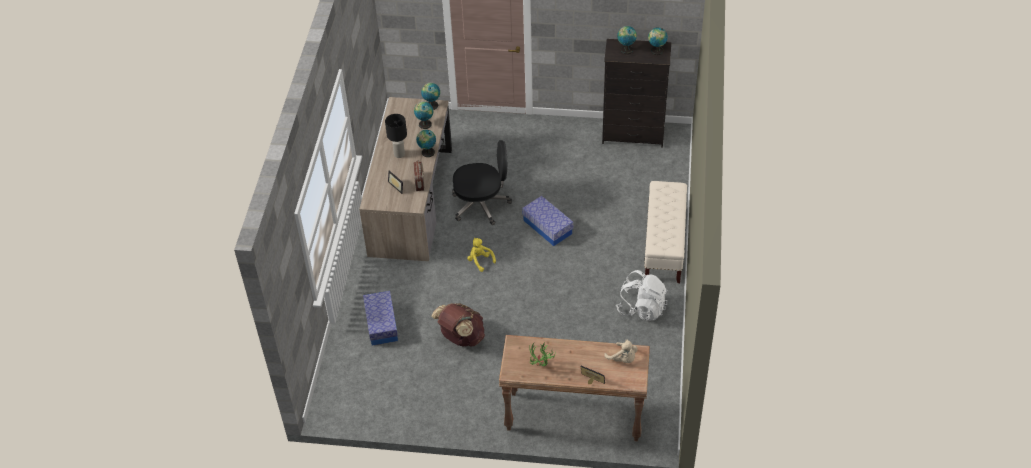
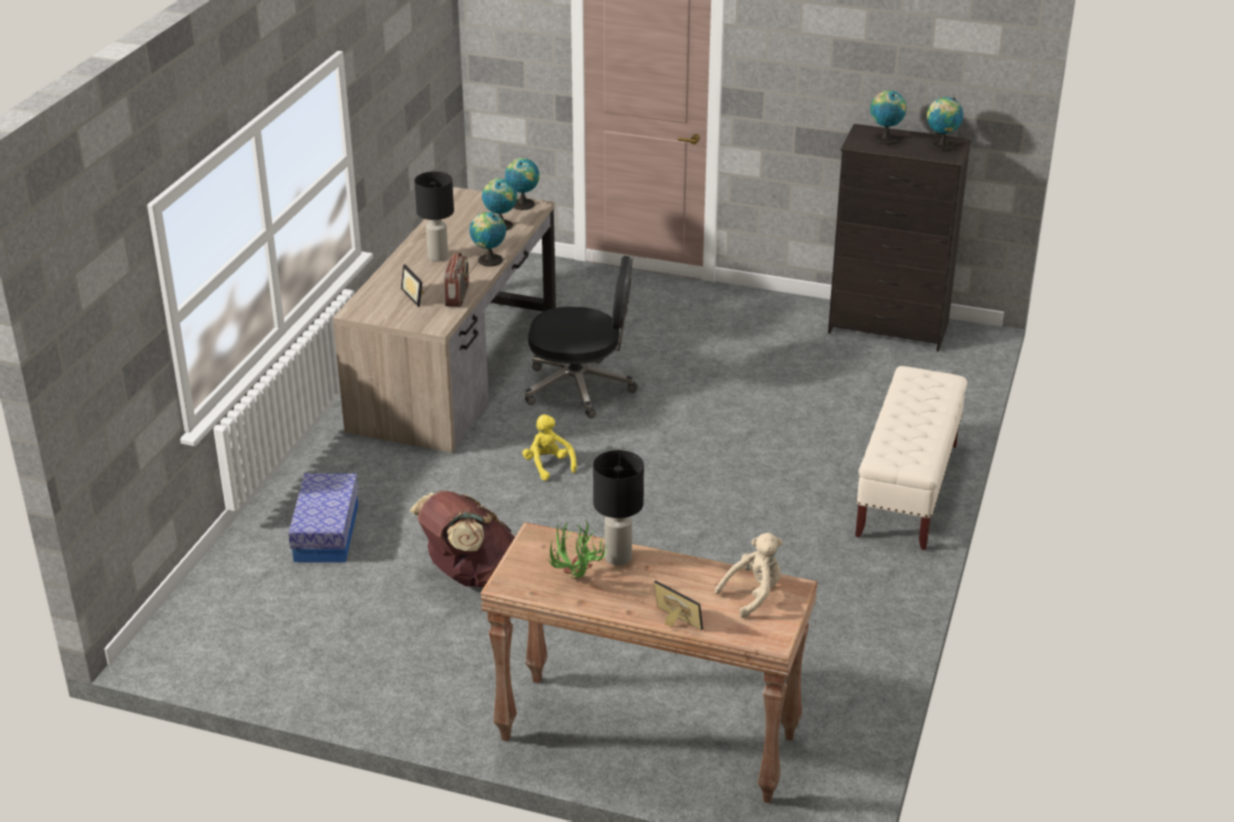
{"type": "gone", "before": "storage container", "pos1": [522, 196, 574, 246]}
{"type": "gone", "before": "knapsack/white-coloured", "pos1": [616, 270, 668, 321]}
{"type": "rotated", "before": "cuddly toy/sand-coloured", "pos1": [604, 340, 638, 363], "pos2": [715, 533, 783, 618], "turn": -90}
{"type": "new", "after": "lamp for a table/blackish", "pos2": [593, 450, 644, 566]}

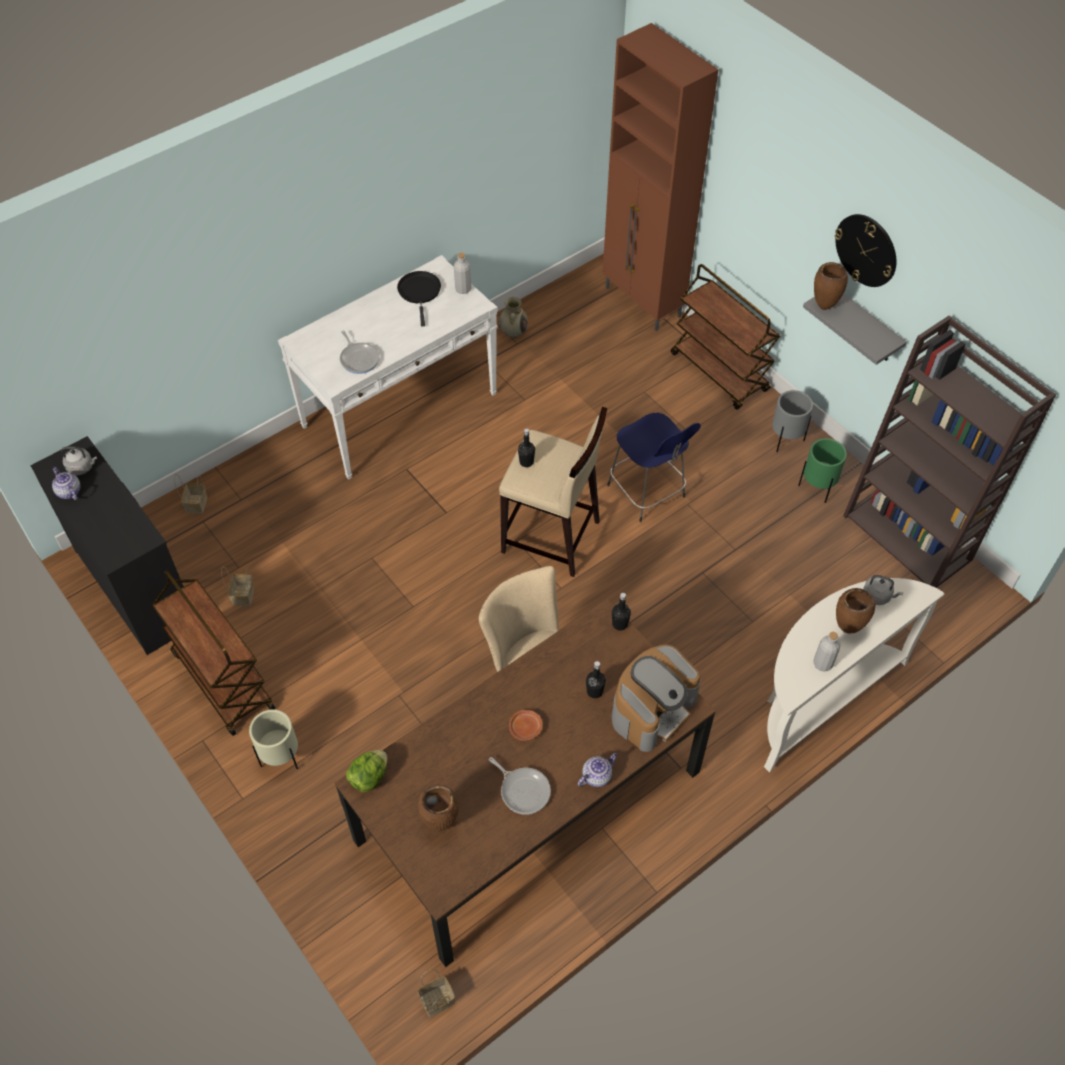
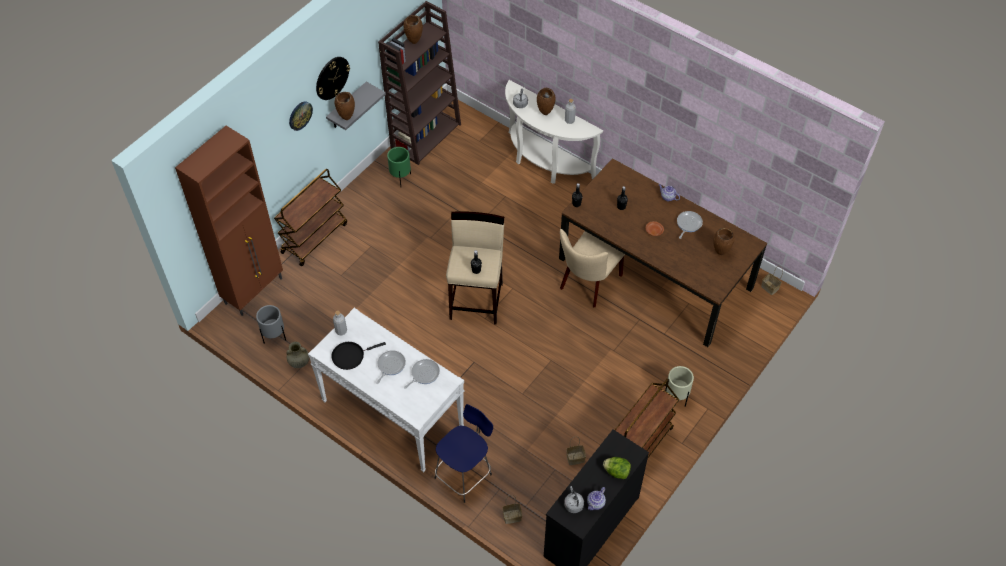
{"type": "shifted", "before": "planter/greyish", "pos1": [772, 390, 813, 452], "pos2": [256, 305, 286, 344]}
{"type": "shifted", "before": "stool seat/blue", "pos1": [607, 413, 701, 522], "pos2": [435, 404, 493, 503]}
{"type": "gone", "before": "coffee machine", "pos1": [612, 644, 701, 752]}
{"type": "shifted", "before": "head of lettuce", "pos1": [346, 750, 388, 792], "pos2": [603, 457, 631, 479]}
{"type": "new", "after": "decorative vase/brown", "pos2": [403, 15, 423, 44]}
{"type": "new", "after": "hanging clock", "pos2": [289, 101, 313, 131]}
{"type": "new", "after": "pan", "pos2": [376, 350, 406, 384]}

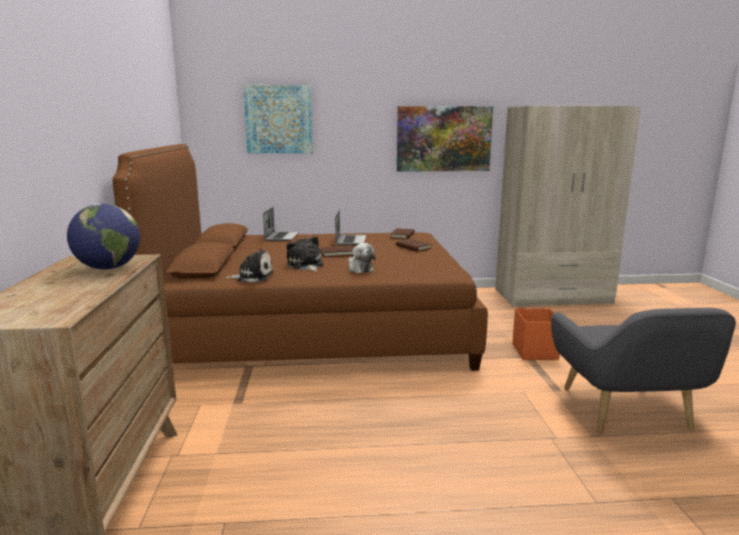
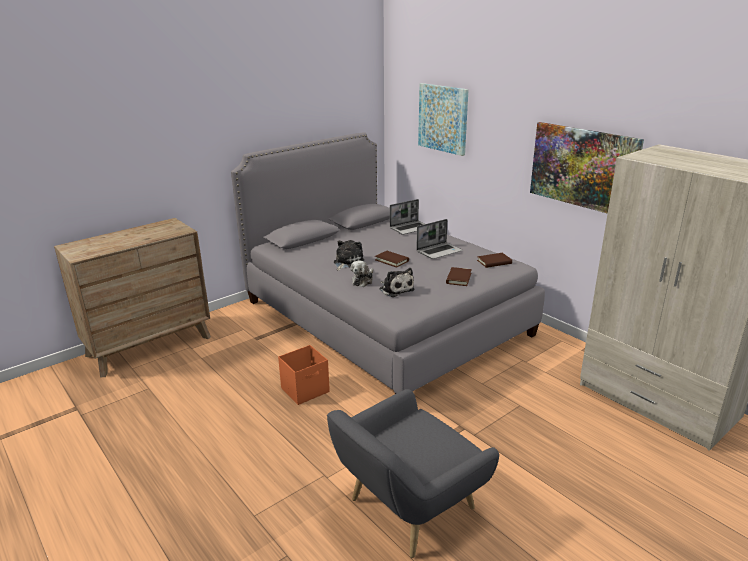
{"type": "repainted", "before": "sleeping bed/brown", "after": "sleeping bed/greyish", "pos1": [112, 144, 488, 371], "pos2": [231, 132, 545, 394]}
{"type": "gone", "before": "desk globe", "pos1": [67, 204, 140, 270]}
{"type": "shifted", "before": "cuddly toy", "pos1": [225, 249, 274, 283], "pos2": [380, 268, 415, 297]}
{"type": "shifted", "before": "storage container/orange-coloured", "pos1": [512, 308, 560, 360], "pos2": [278, 345, 330, 405]}

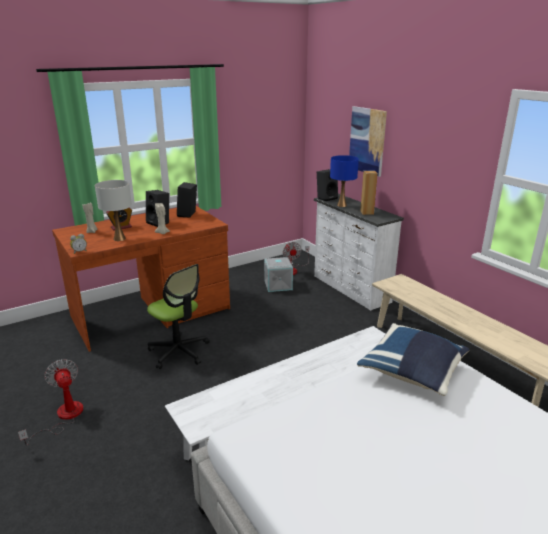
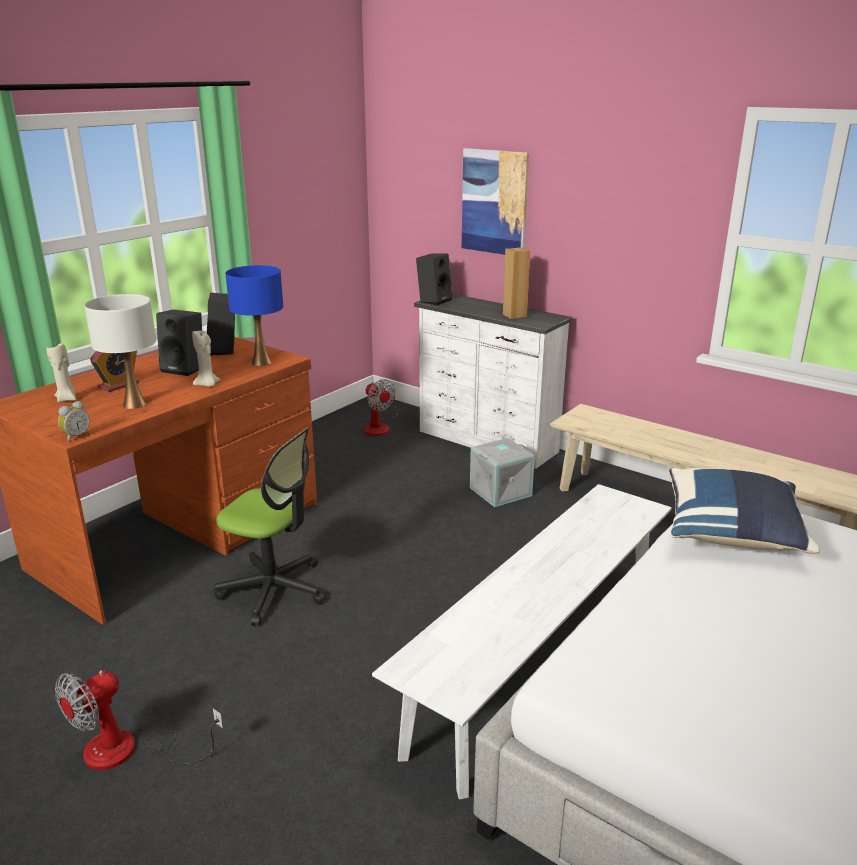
{"type": "shifted", "before": "lamp for a table/blue", "pos1": [330, 155, 359, 207], "pos2": [225, 265, 283, 366]}
{"type": "shifted", "before": "storage container/greyish", "pos1": [264, 257, 293, 292], "pos2": [470, 438, 535, 507]}
{"type": "rotated", "before": "fan", "pos1": [18, 359, 83, 446], "pos2": [55, 671, 223, 770], "turn": -90}

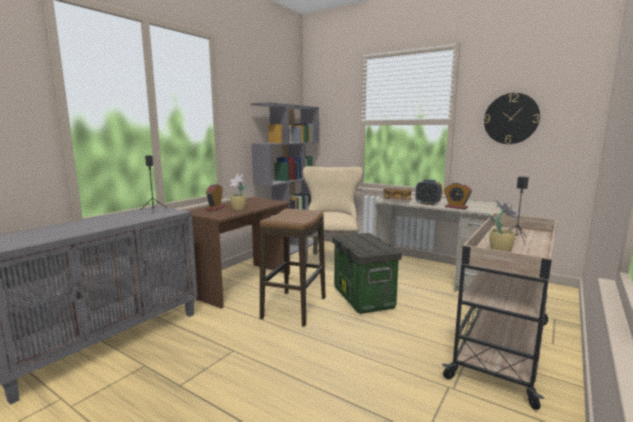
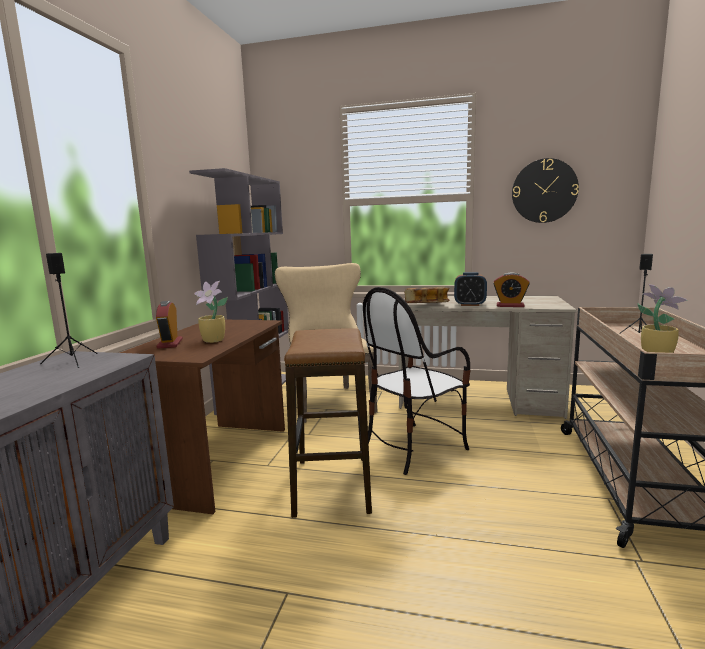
{"type": "swapped", "before": "storage container", "after": "plain chair", "pos1": [332, 233, 402, 314], "pos2": [363, 287, 471, 475]}

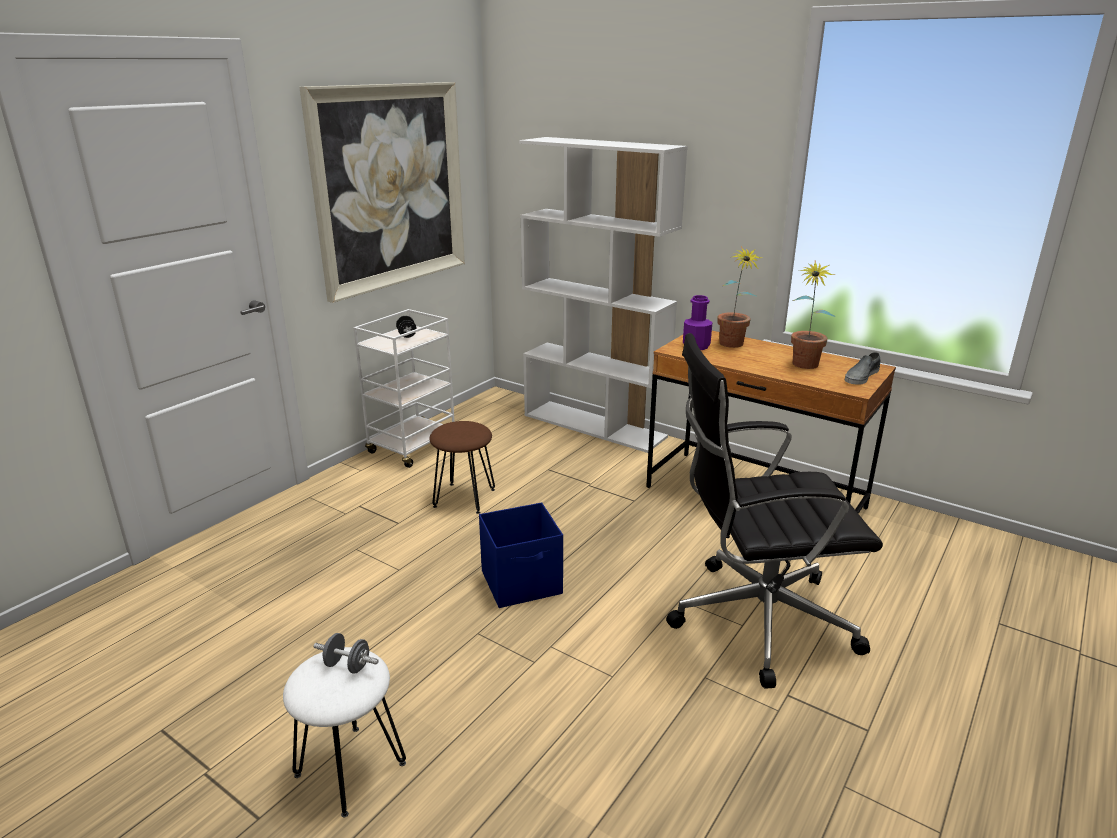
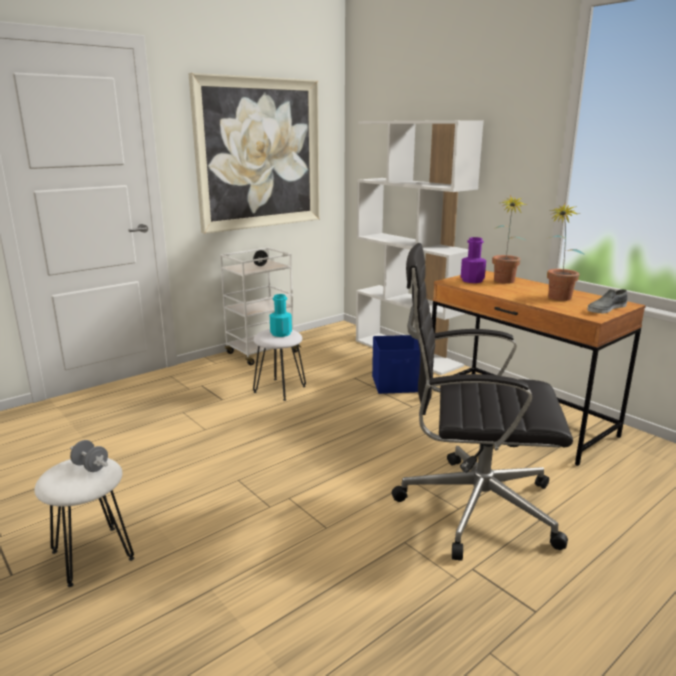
{"type": "repainted", "before": "stool seat/brown", "after": "stool seat/white-coloured", "pos1": [429, 421, 495, 514], "pos2": [253, 329, 306, 401]}
{"type": "shifted", "before": "storage container/blue", "pos1": [479, 502, 563, 608], "pos2": [372, 335, 420, 394]}
{"type": "new", "after": "bottle/turquoise-coloured", "pos2": [270, 294, 292, 337]}

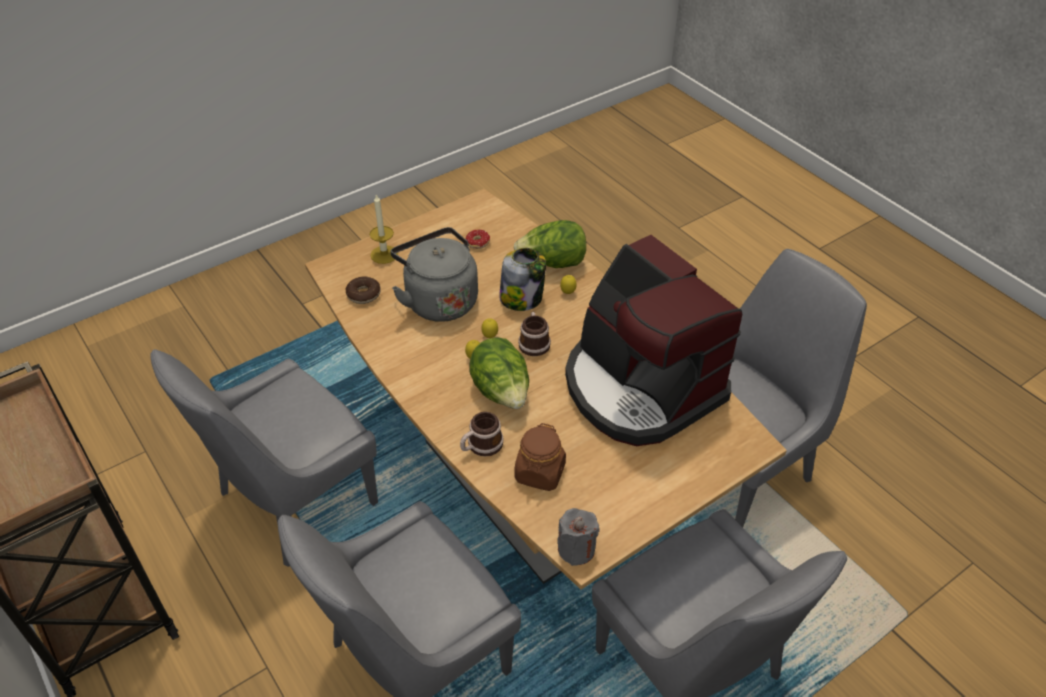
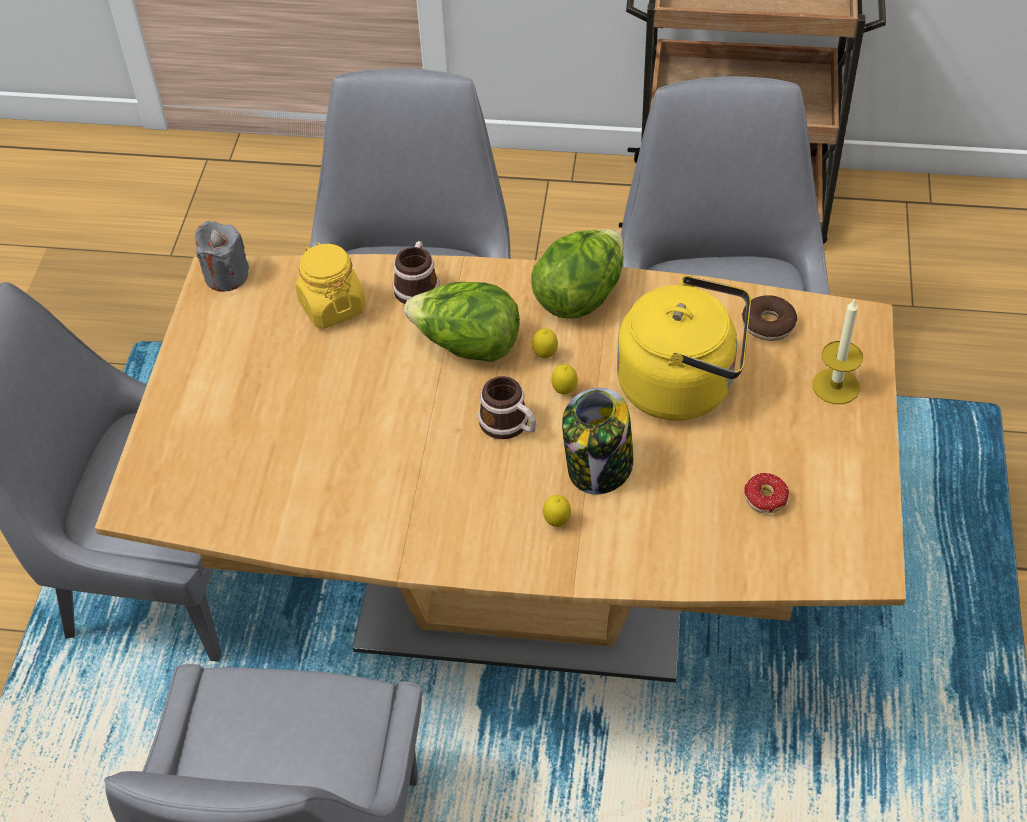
{"type": "shifted", "before": "head of lettuce", "pos1": [513, 220, 586, 268], "pos2": [531, 229, 624, 318]}
{"type": "repainted", "before": "water kettle/greyish", "after": "water kettle/yellowish", "pos1": [391, 227, 478, 322], "pos2": [617, 276, 751, 421]}
{"type": "gone", "before": "coffee machine", "pos1": [565, 235, 742, 446]}
{"type": "repainted", "before": "jar/brown", "after": "jar/yellowish", "pos1": [515, 423, 566, 491], "pos2": [296, 242, 366, 329]}

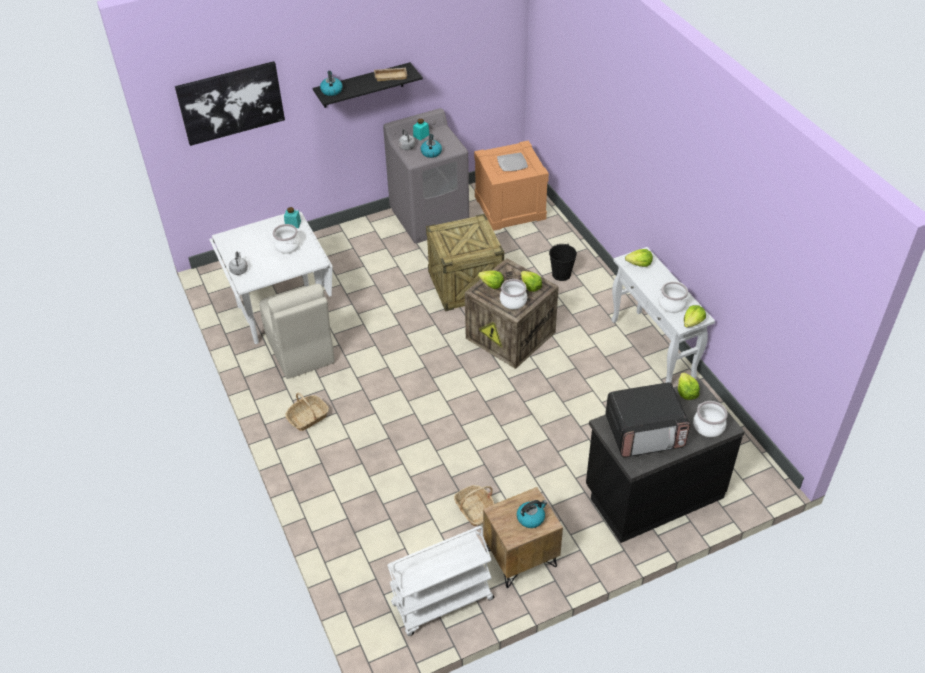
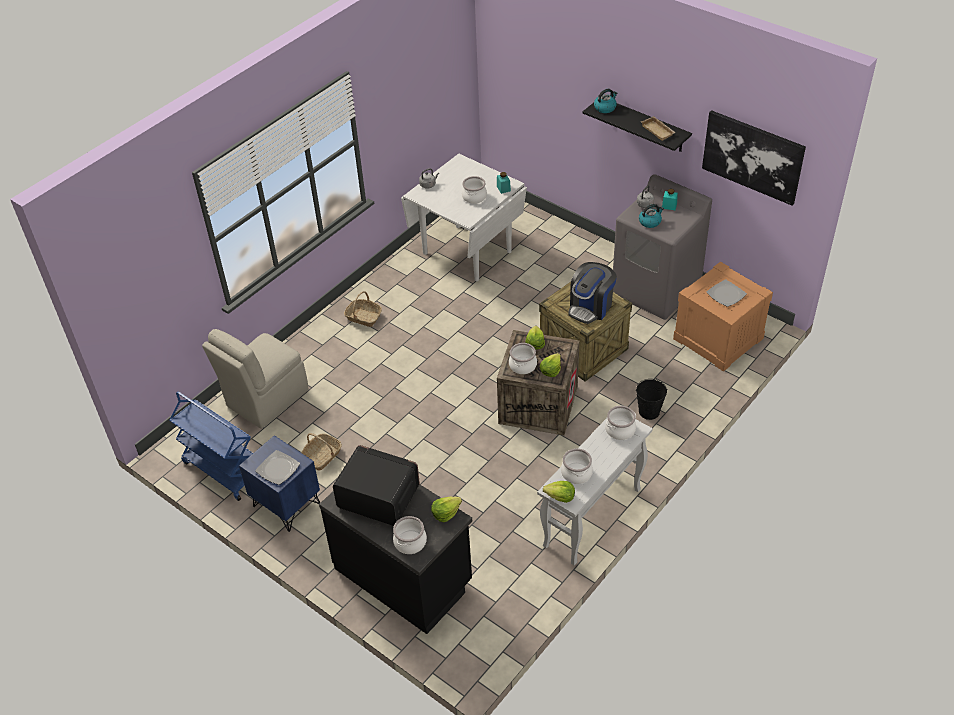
{"type": "shifted", "before": "wall picture", "pos1": [175, 61, 285, 146], "pos2": [702, 110, 806, 205]}
{"type": "swapped", "before": "head of lettuce", "after": "cooking pot", "pos1": [625, 249, 653, 267], "pos2": [605, 406, 636, 440]}
{"type": "shifted", "before": "plain chair/sand-coloured", "pos1": [259, 284, 335, 379], "pos2": [202, 329, 308, 429]}
{"type": "rotated", "before": "microwave", "pos1": [605, 382, 690, 457], "pos2": [333, 445, 420, 526], "turn": 150}
{"type": "repainted", "before": "night table/brown", "after": "night table/blue", "pos1": [483, 487, 563, 588], "pos2": [239, 435, 320, 532]}
{"type": "swapped", "before": "water kettle", "after": "dinner plate", "pos1": [517, 500, 547, 528], "pos2": [255, 450, 300, 485]}
{"type": "repainted", "before": "trolley/white-coloured", "after": "trolley/blue", "pos1": [387, 526, 494, 636], "pos2": [170, 391, 253, 501]}
{"type": "new", "after": "coffee machine", "pos2": [569, 262, 617, 324]}

